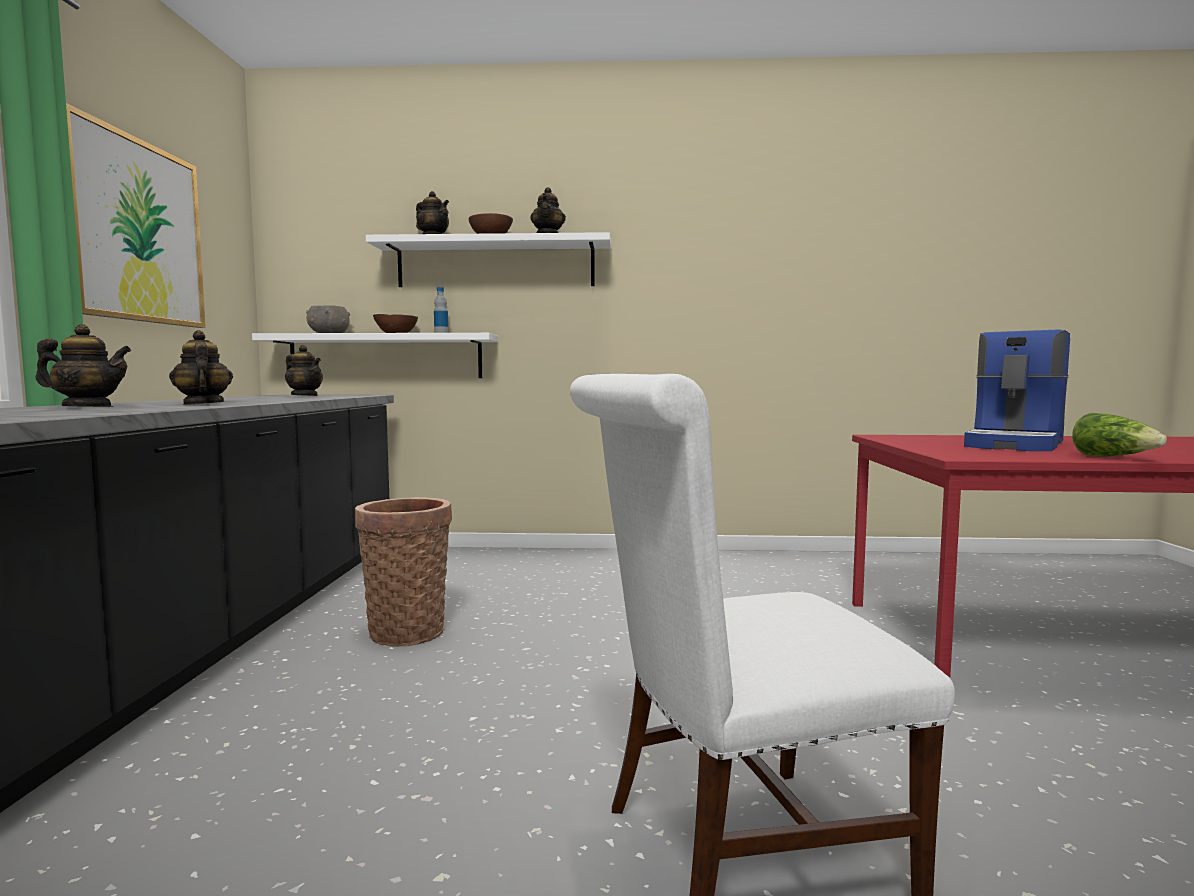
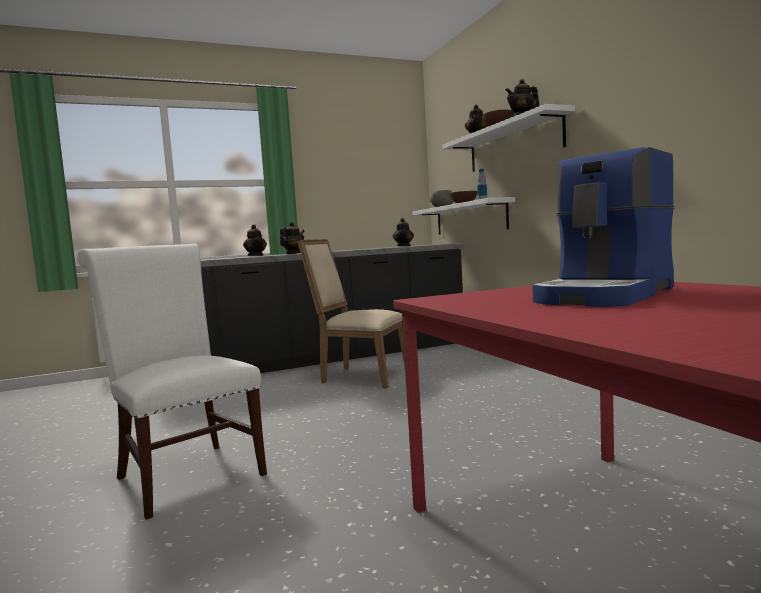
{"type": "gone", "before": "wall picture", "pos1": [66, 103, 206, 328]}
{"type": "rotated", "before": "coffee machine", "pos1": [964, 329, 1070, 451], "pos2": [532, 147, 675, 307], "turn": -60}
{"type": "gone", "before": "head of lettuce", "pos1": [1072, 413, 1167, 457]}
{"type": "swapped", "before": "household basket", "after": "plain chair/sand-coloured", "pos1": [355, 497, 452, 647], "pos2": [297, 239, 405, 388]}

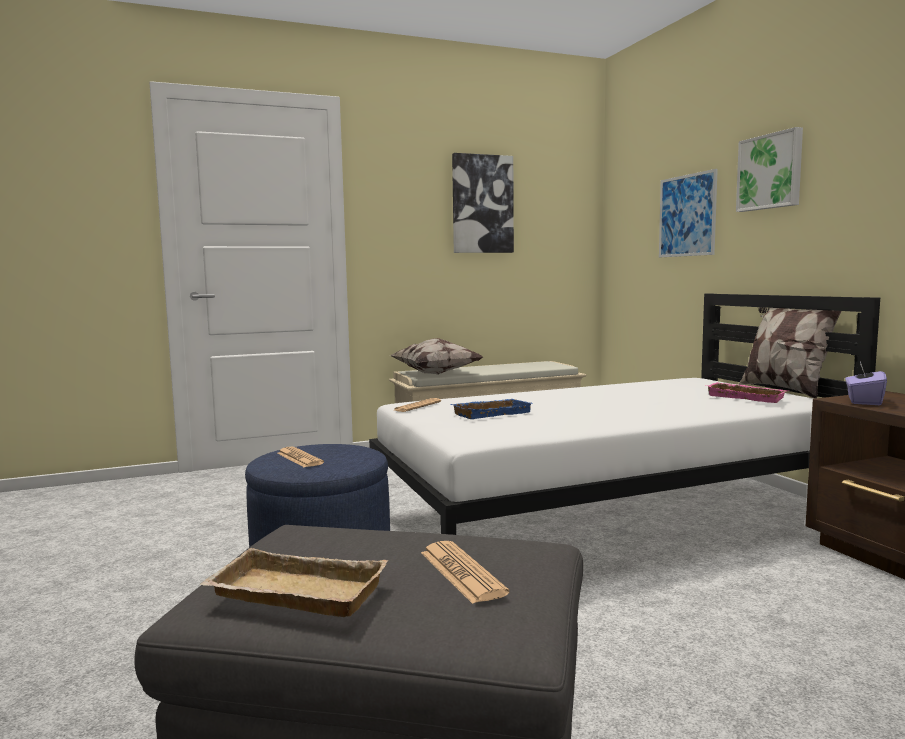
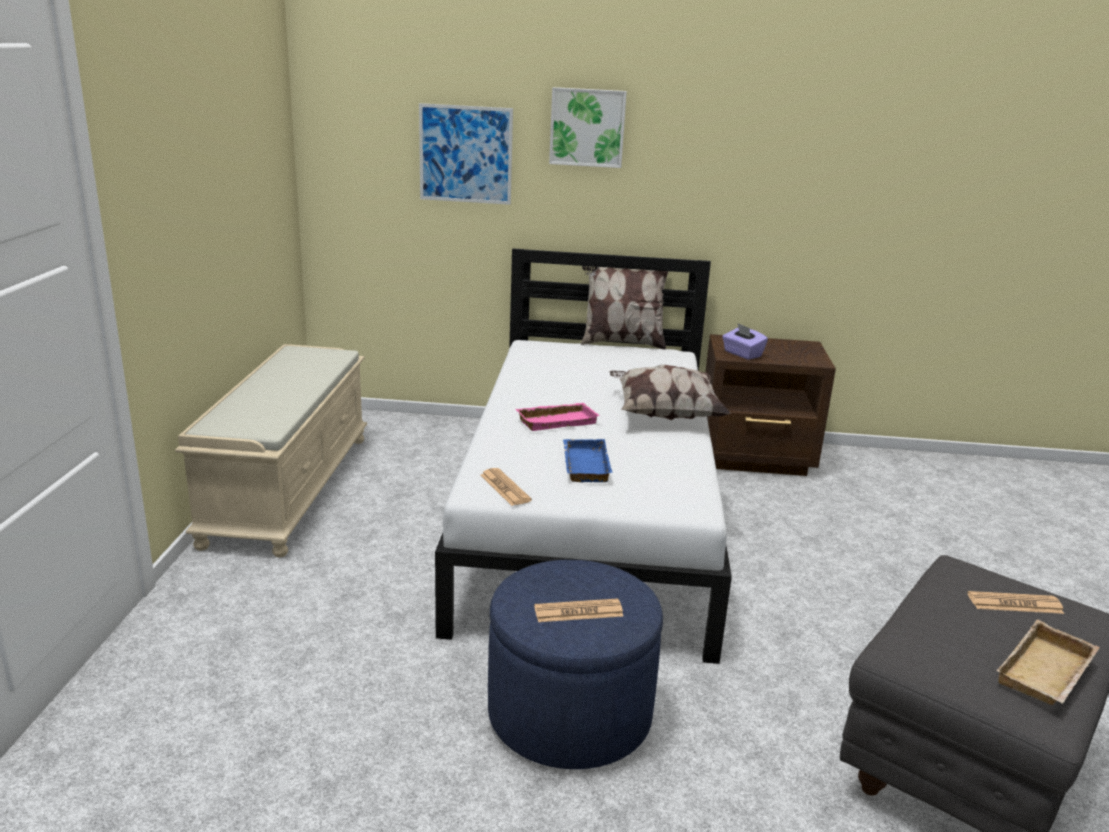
{"type": "gone", "before": "wall picture", "pos1": [452, 153, 514, 253]}
{"type": "shifted", "before": "pillow", "pos1": [390, 338, 483, 375], "pos2": [610, 365, 731, 421]}
{"type": "shifted", "before": "tray/pink", "pos1": [705, 382, 788, 403], "pos2": [516, 403, 600, 431]}

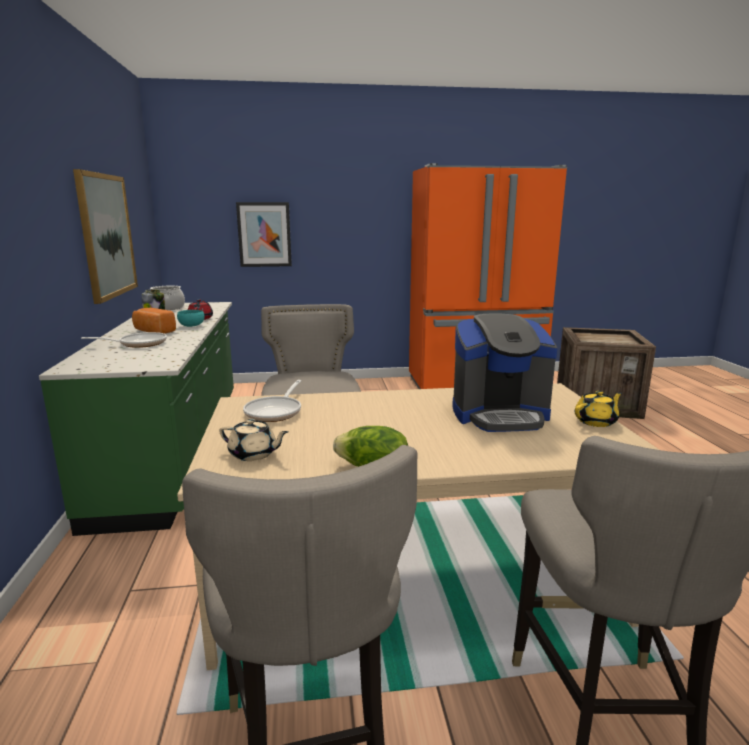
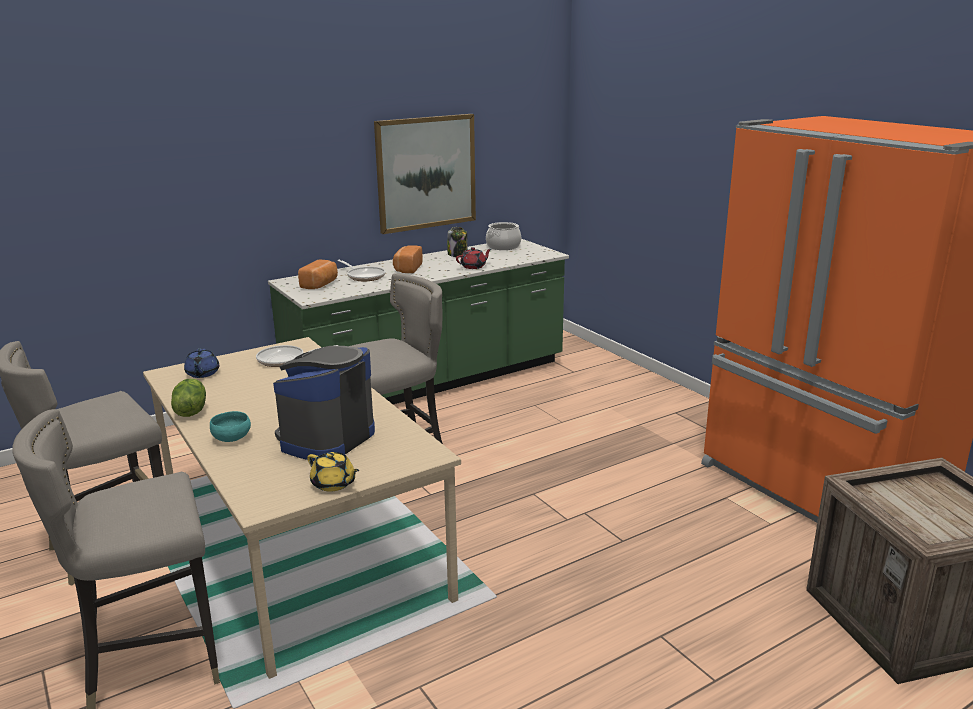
{"type": "gone", "before": "wall picture", "pos1": [236, 202, 292, 267]}
{"type": "shifted", "before": "serving bowl/turquoise-coloured", "pos1": [177, 310, 205, 327], "pos2": [210, 411, 251, 442]}
{"type": "rotated", "before": "coffee machine", "pos1": [452, 313, 558, 432], "pos2": [273, 346, 375, 461], "turn": 60}
{"type": "repainted", "before": "tea pot/sand-coloured", "after": "tea pot/blue", "pos1": [219, 419, 288, 461], "pos2": [184, 349, 219, 378]}
{"type": "new", "after": "bread", "pos2": [298, 260, 338, 289]}

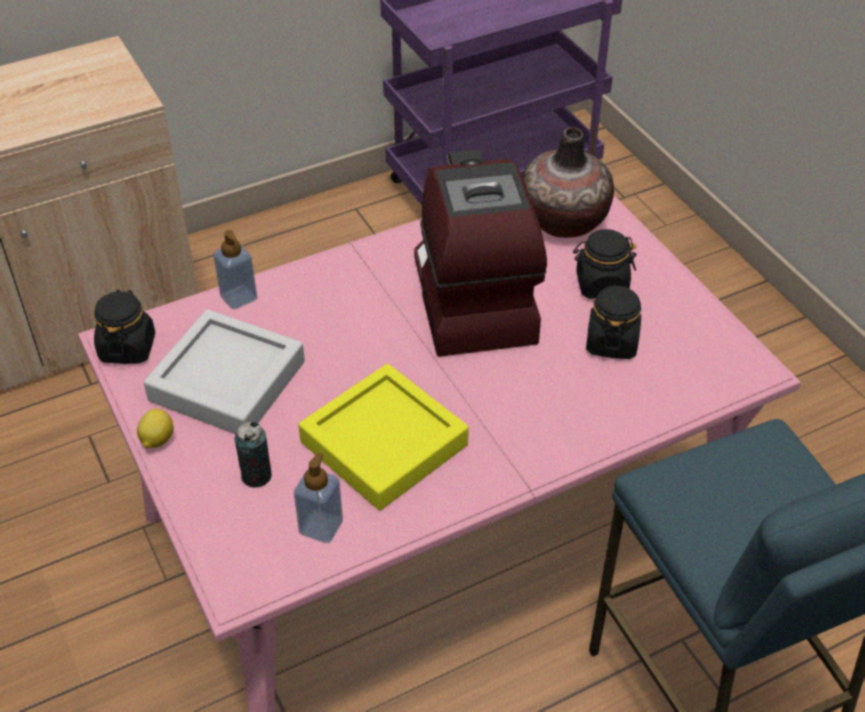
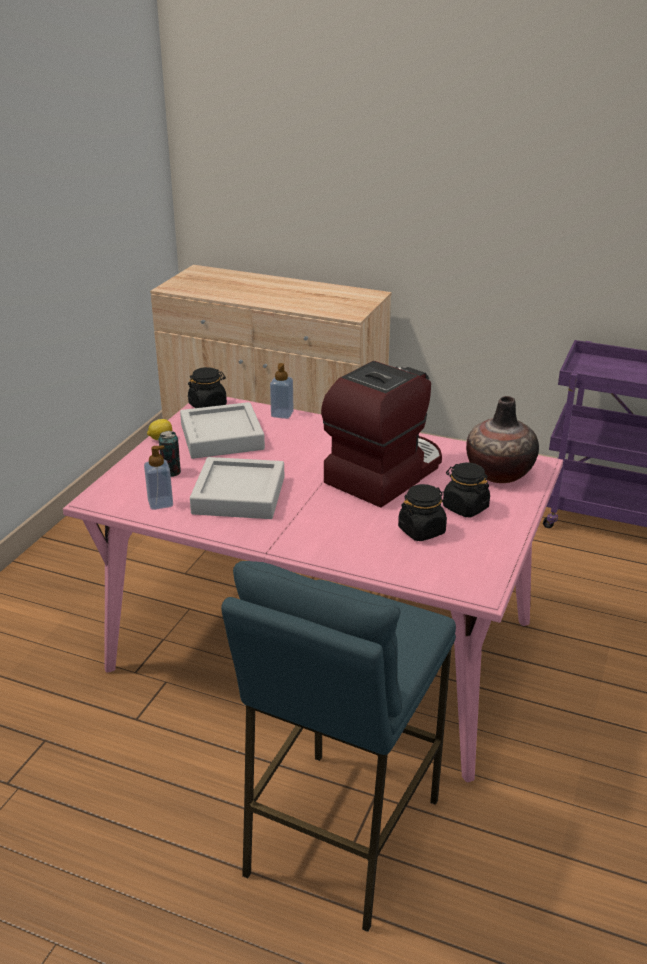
{"type": "repainted", "before": "tray/yellowish", "after": "tray/greyish", "pos1": [298, 364, 469, 511], "pos2": [190, 457, 284, 519]}

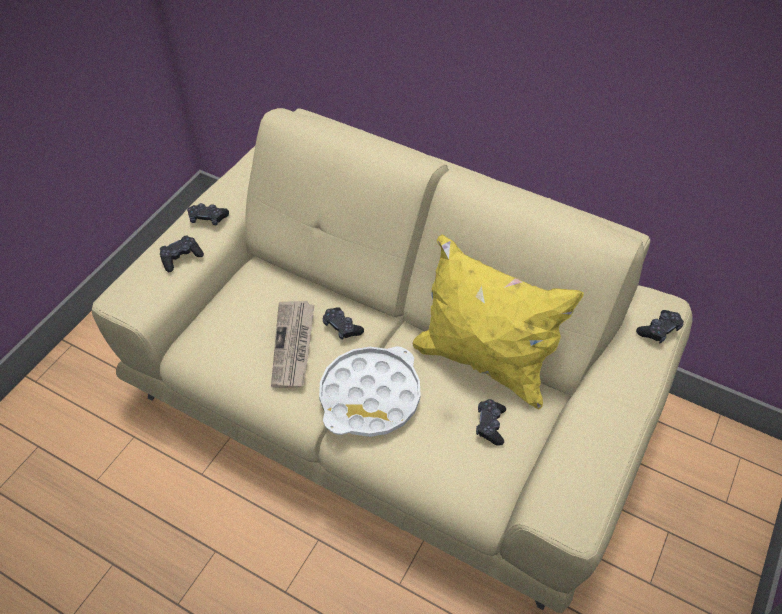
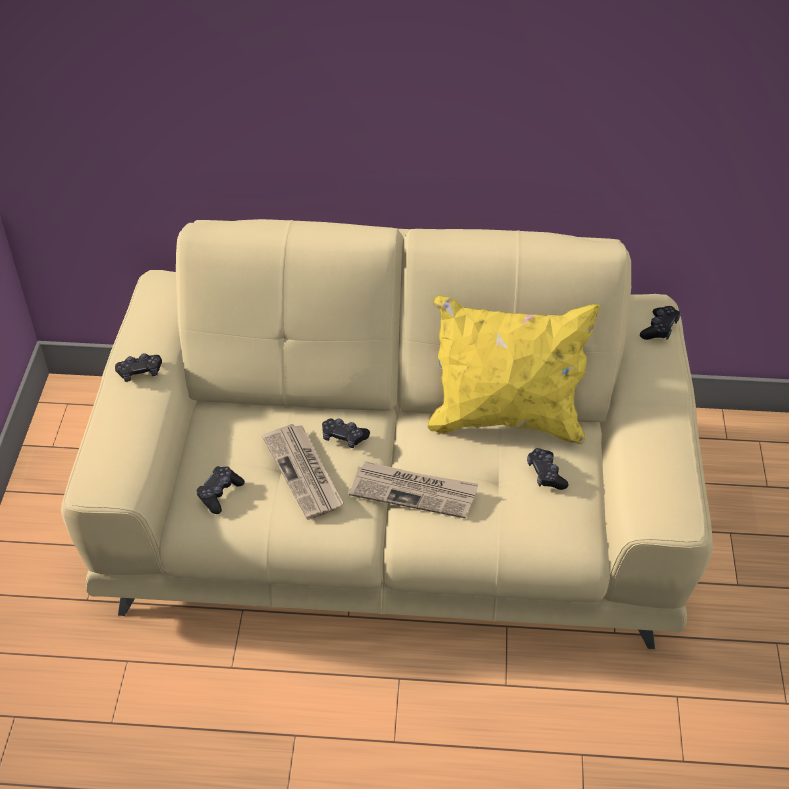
{"type": "shifted", "before": "gamepad/blackish", "pos1": [160, 235, 204, 272], "pos2": [196, 466, 245, 514]}
{"type": "swapped", "before": "tray/white-coloured", "after": "newspaper", "pos1": [319, 346, 421, 437], "pos2": [349, 461, 478, 519]}

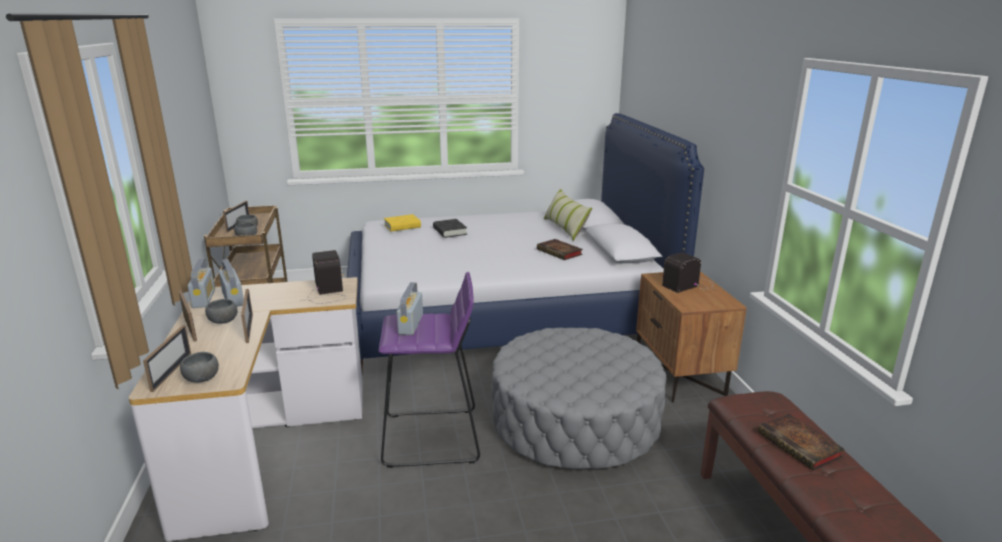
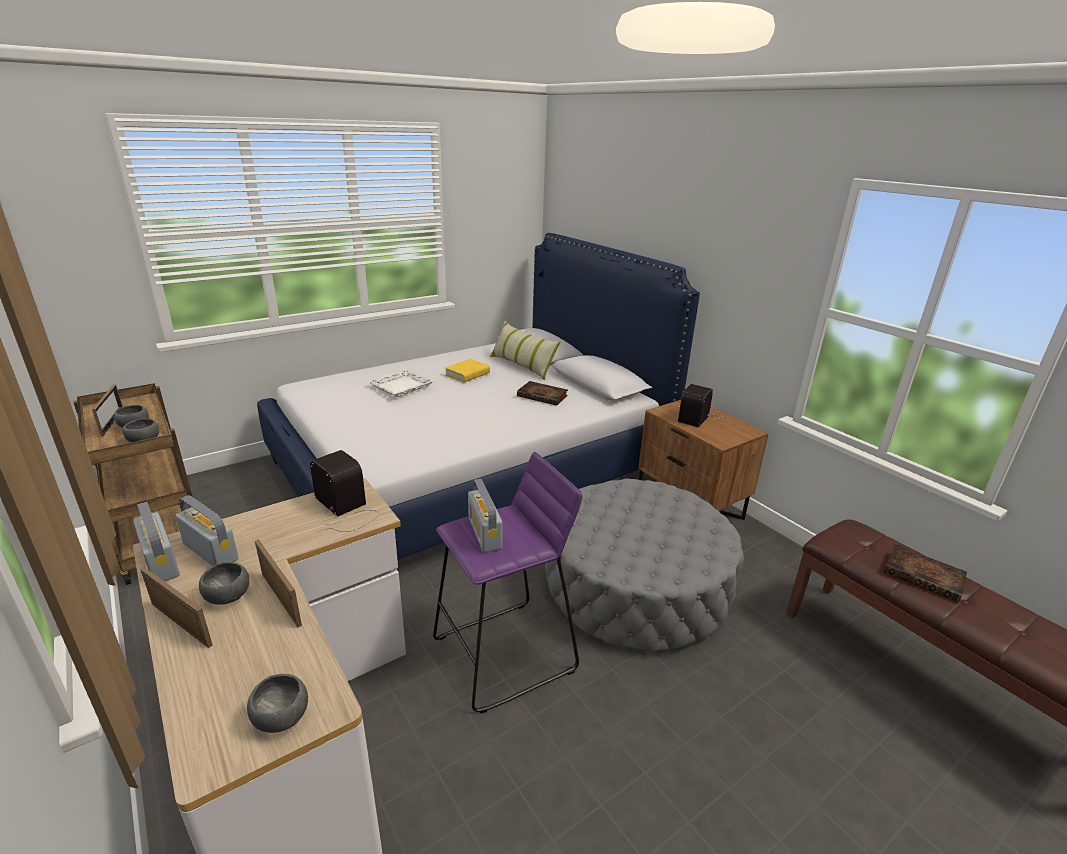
{"type": "shifted", "before": "bound book/yellowish", "pos1": [384, 214, 421, 232], "pos2": [445, 359, 490, 383]}
{"type": "swapped", "before": "bound book/blackish", "after": "tray/white-coloured", "pos1": [433, 219, 467, 238], "pos2": [368, 369, 433, 397]}
{"type": "gone", "before": "picture frame", "pos1": [143, 325, 191, 392]}

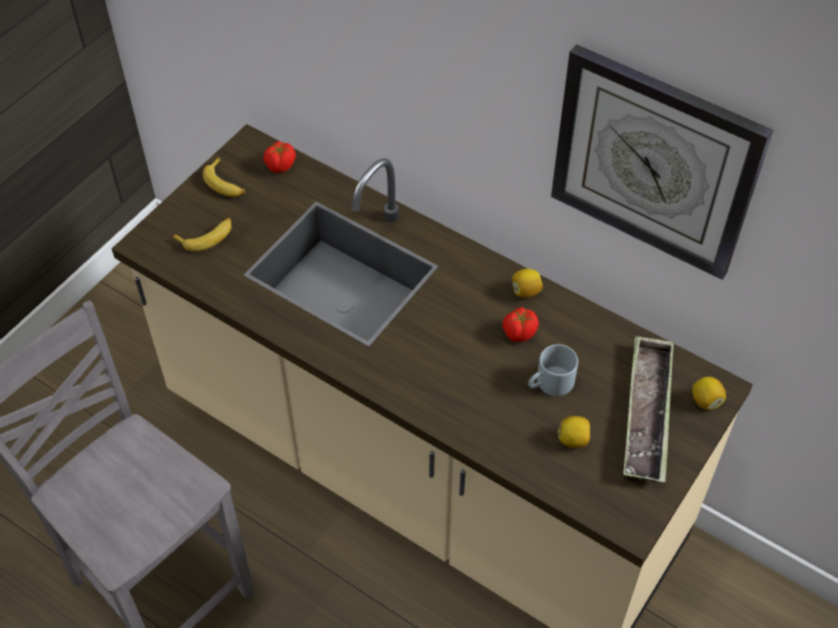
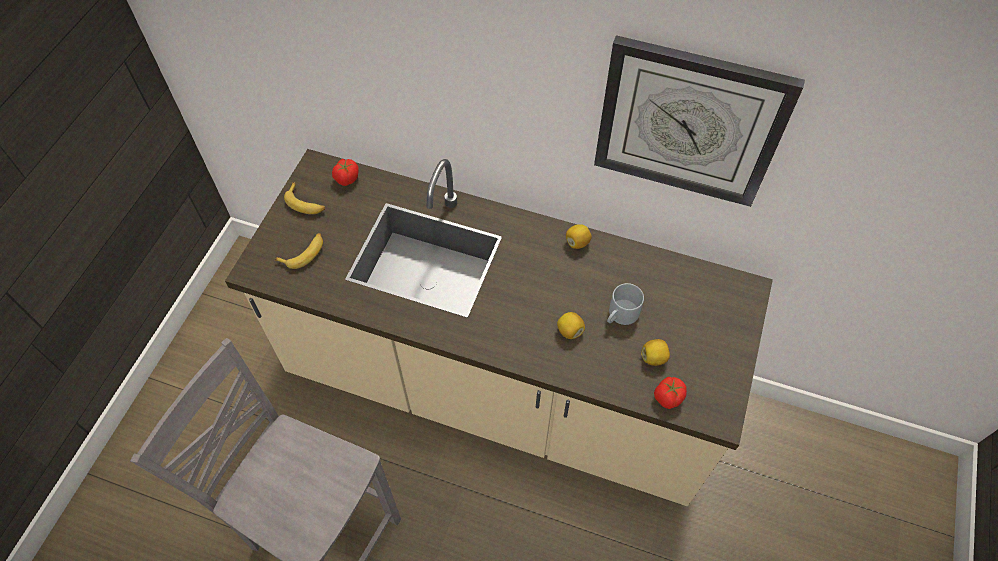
{"type": "shifted", "before": "fresh tomato", "pos1": [502, 307, 539, 342], "pos2": [654, 377, 687, 409]}
{"type": "gone", "before": "tray", "pos1": [623, 335, 674, 482]}
{"type": "shifted", "before": "lemon", "pos1": [692, 377, 726, 410], "pos2": [557, 312, 585, 339]}

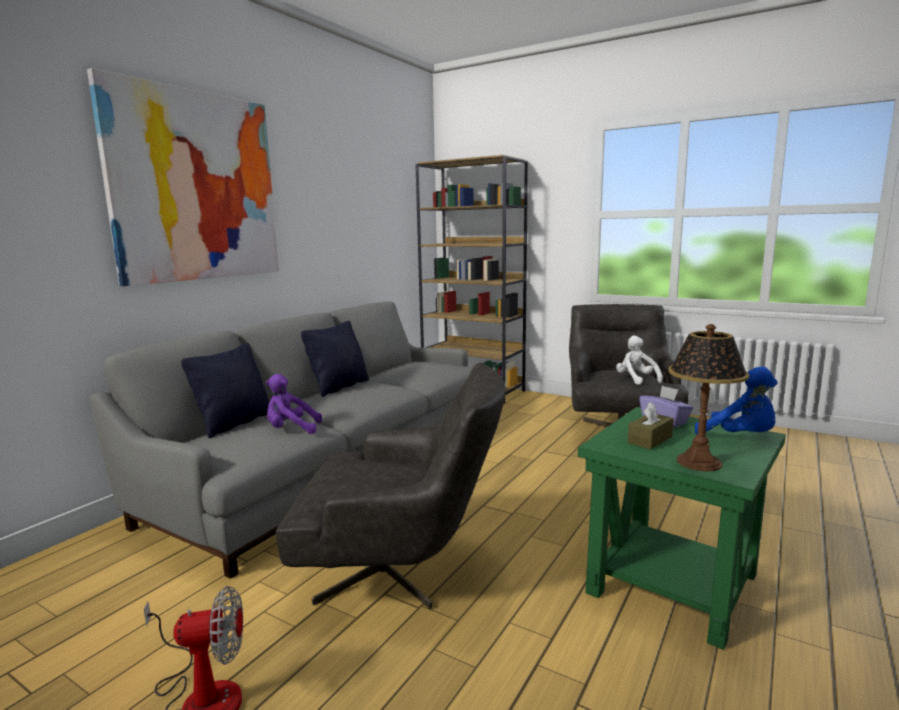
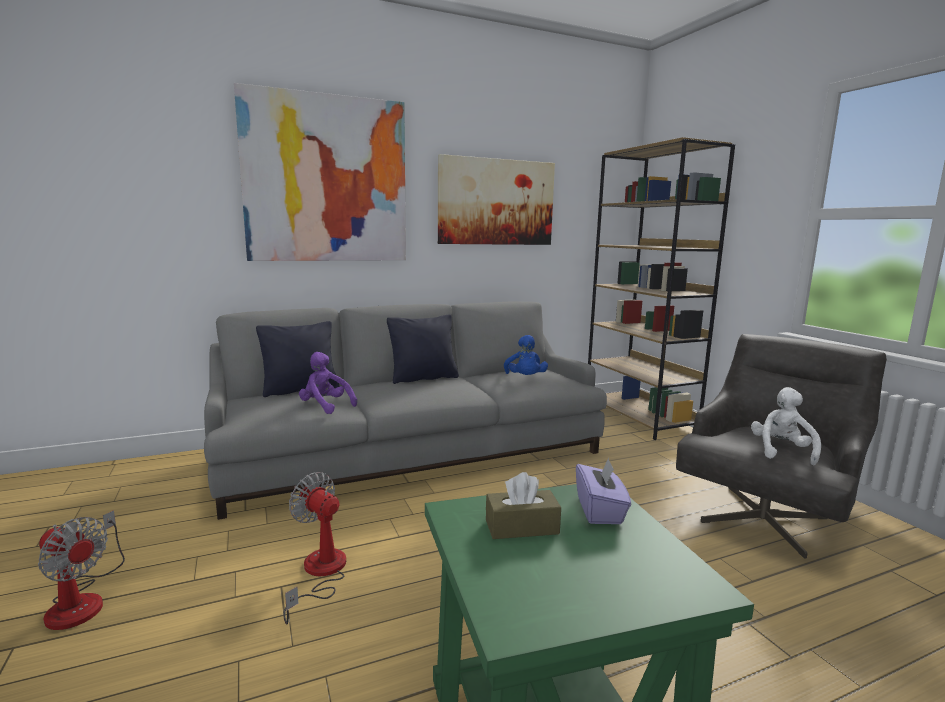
{"type": "gone", "before": "lamp for a table", "pos1": [668, 324, 750, 471]}
{"type": "swapped", "before": "lounge chair/greyish", "after": "fan", "pos1": [276, 363, 506, 609], "pos2": [283, 472, 346, 624]}
{"type": "shifted", "before": "cuddly toy/blue", "pos1": [695, 366, 777, 435], "pos2": [504, 335, 548, 375]}
{"type": "new", "after": "wall picture", "pos2": [438, 154, 555, 245]}

